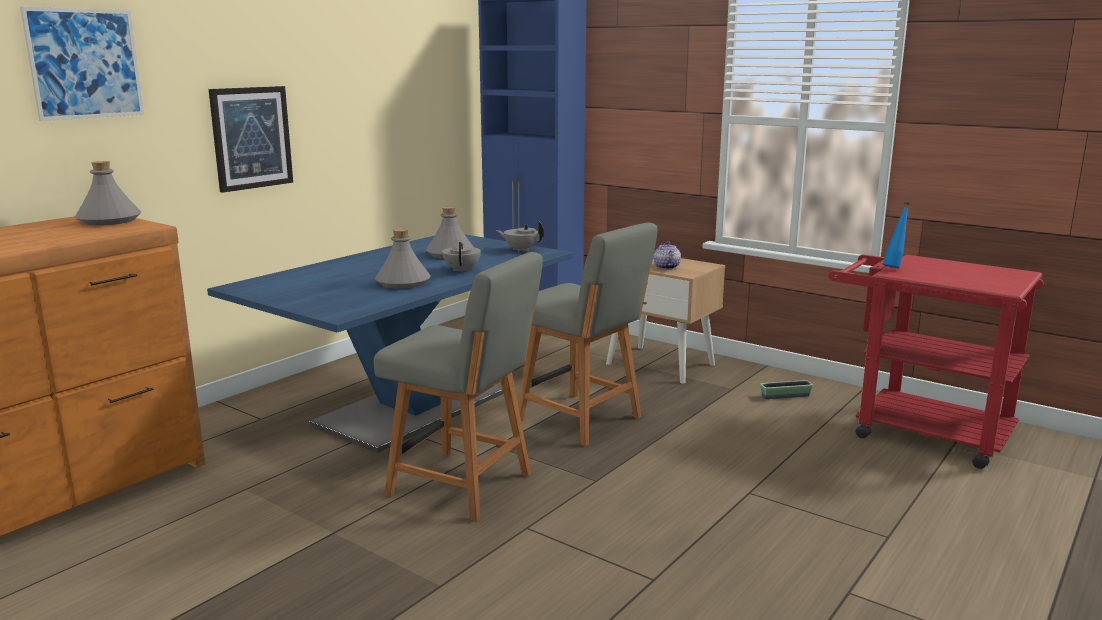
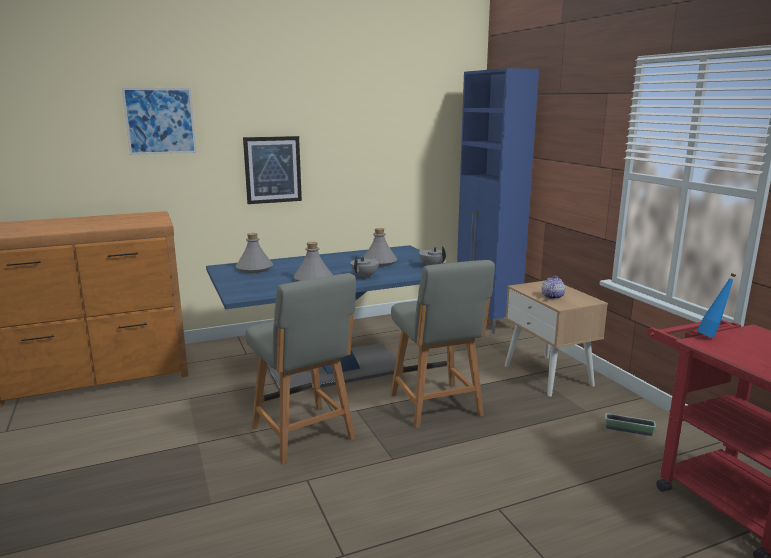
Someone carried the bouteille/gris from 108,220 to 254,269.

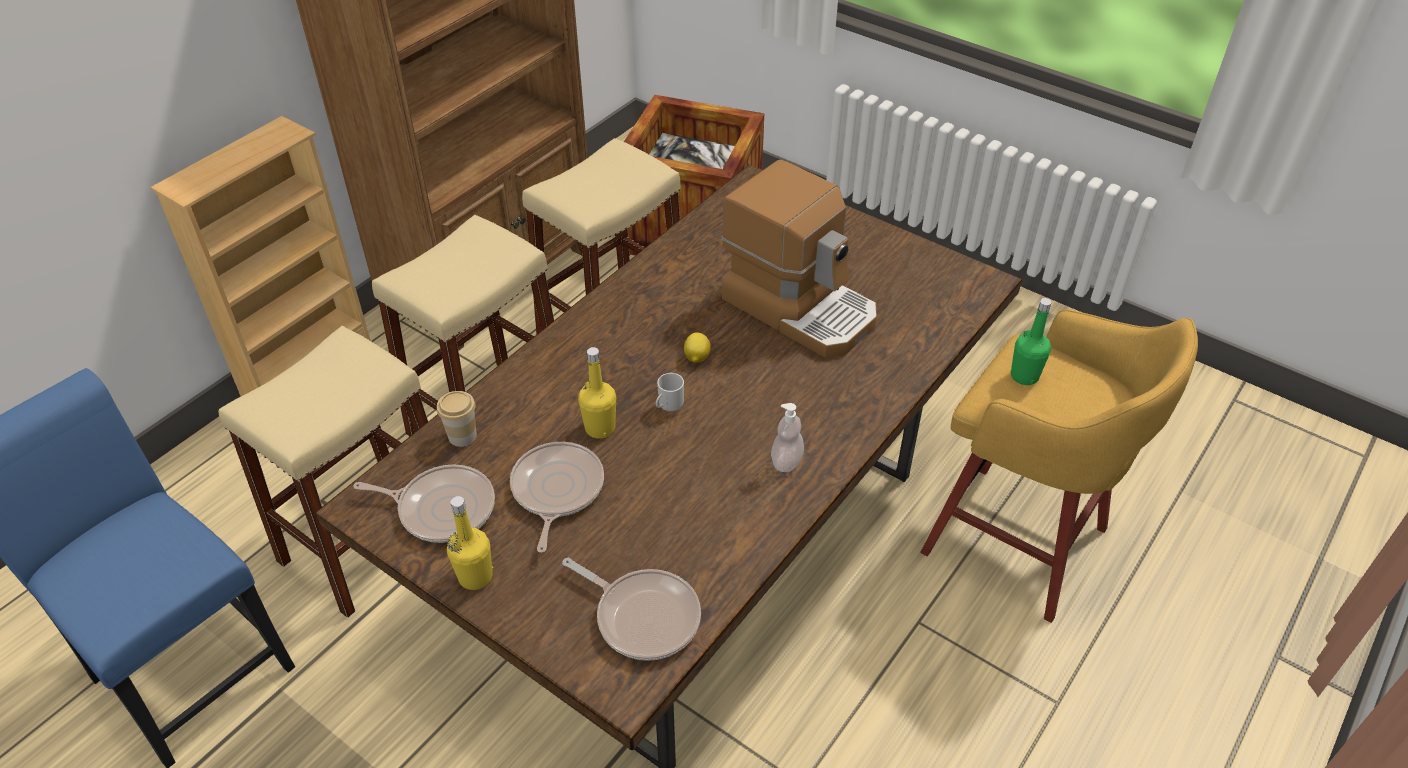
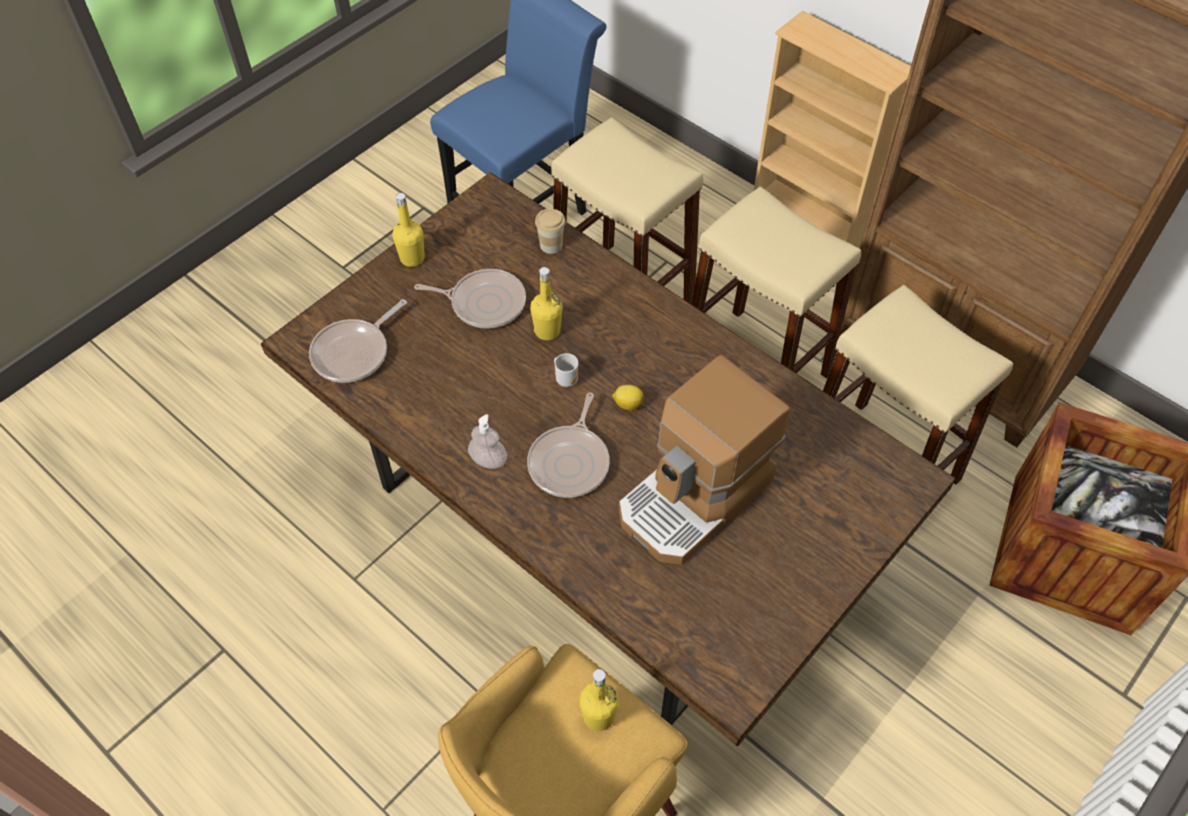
Someone carried the poêle from 442,508 to 570,462.
Someone repainted the bouteille/vert at 1024,376, which became the bouteille/jaune at 598,716.

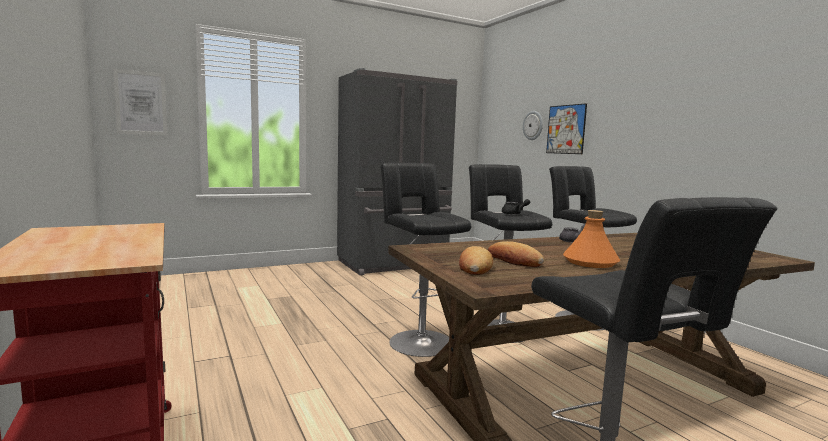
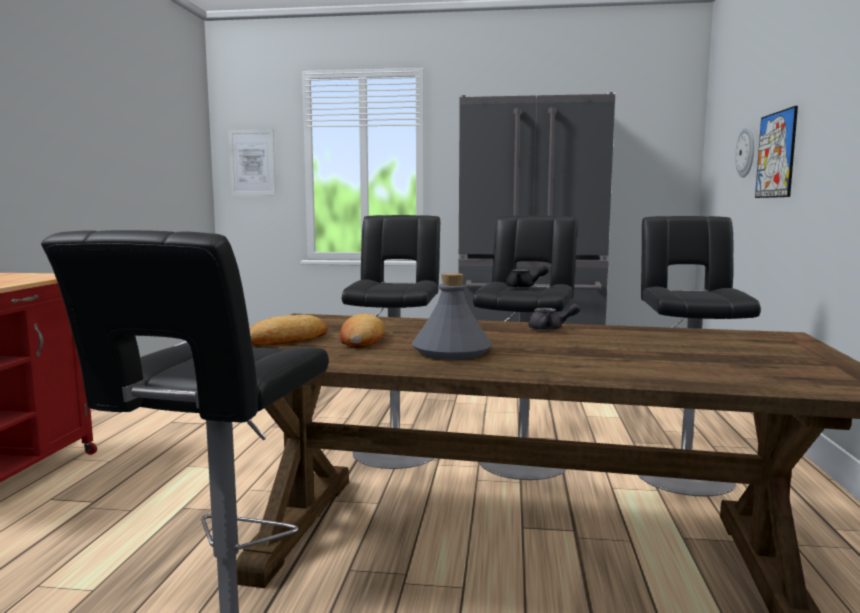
Someone repainted the bouteille/orange at 590,262, which became the bouteille/gris at 451,352.

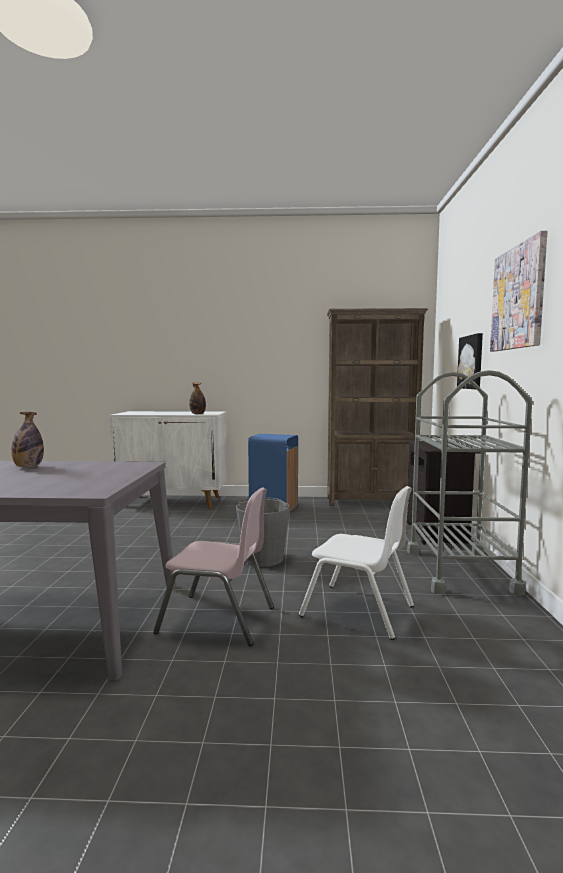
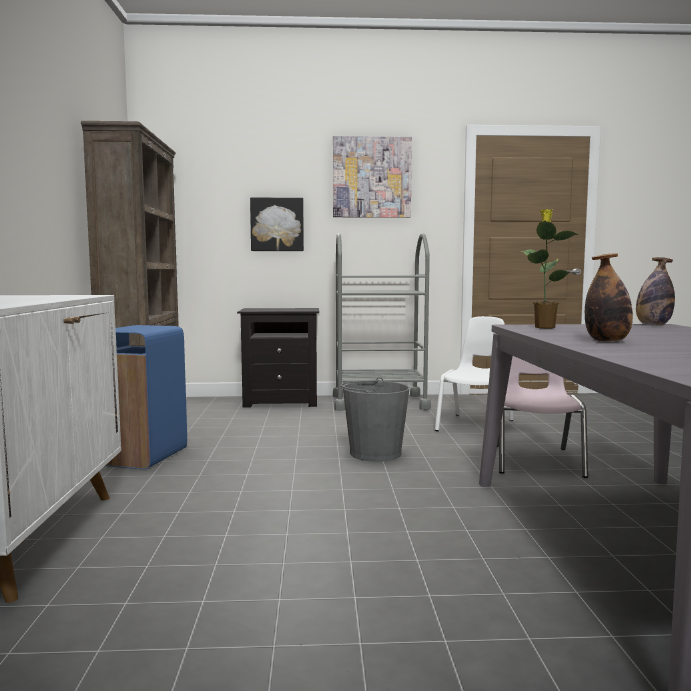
Someone put down the plante en pot at 544,327.
Someone carried the bouteille from 197,414 to 653,325.

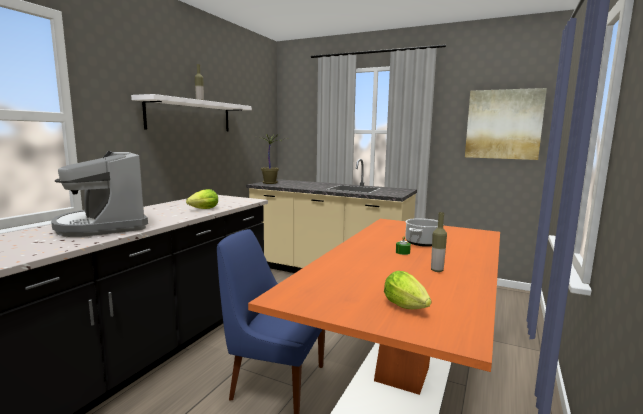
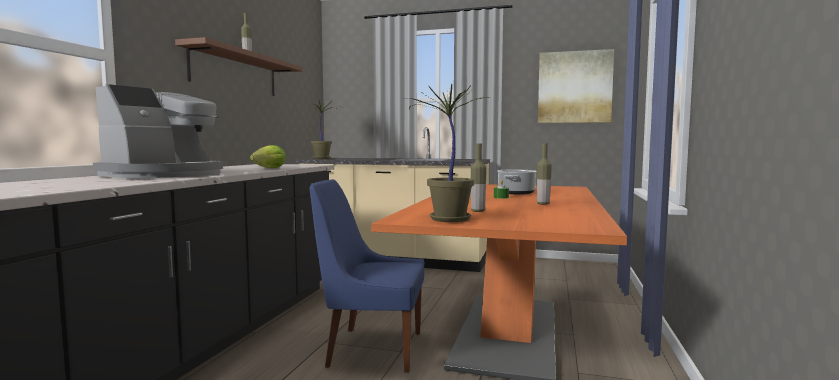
Someone rotated the machine à café at 103,226 by 105 degrees counterclockwise.
Someone repainted the étagère/blanc at 190,116, which became the étagère/marron at 235,72.
Someone put down the plante en pot at 448,219.
Someone put down the bouteille at 478,211.
Someone took away the laitue at 407,308.

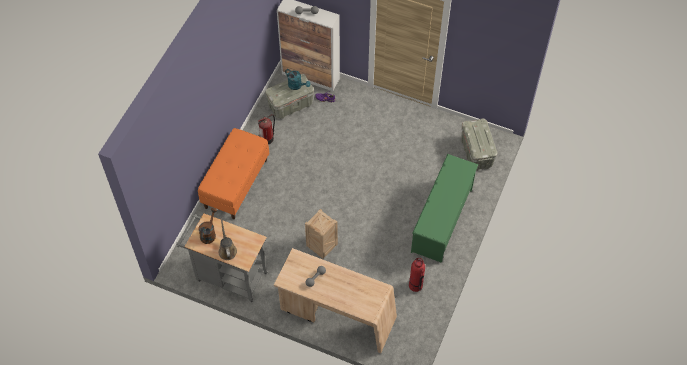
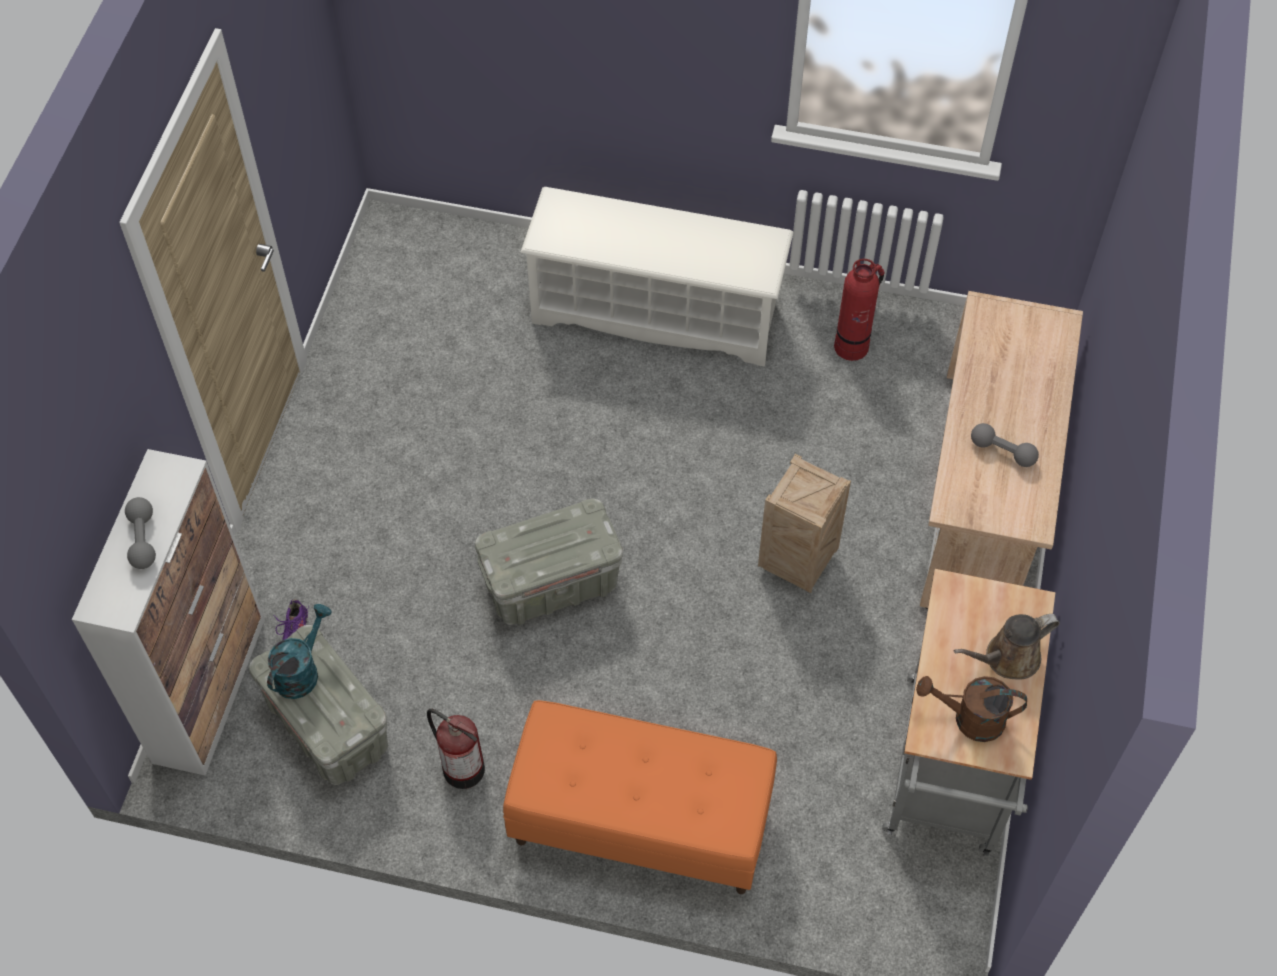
Someone carried the boîte de rangement/gris from 476,153 to 552,583.
Someone repainted the étagère à chaussures/vert at 442,220, which became the étagère à chaussures/blanc at 657,313.

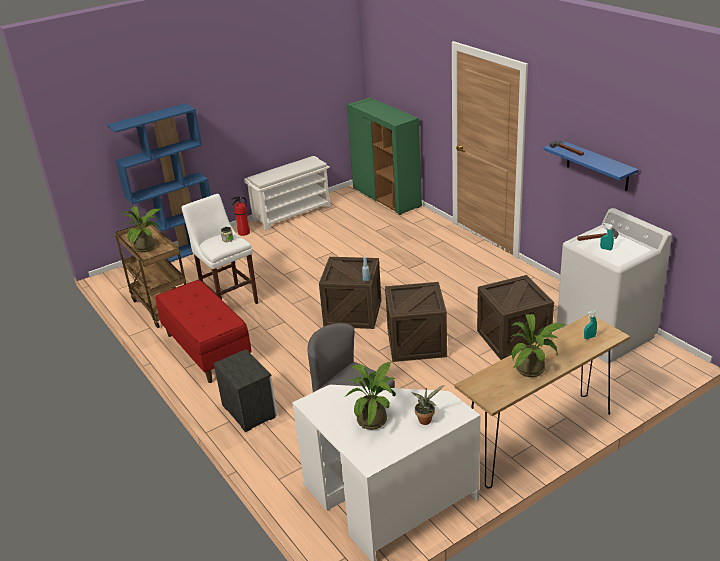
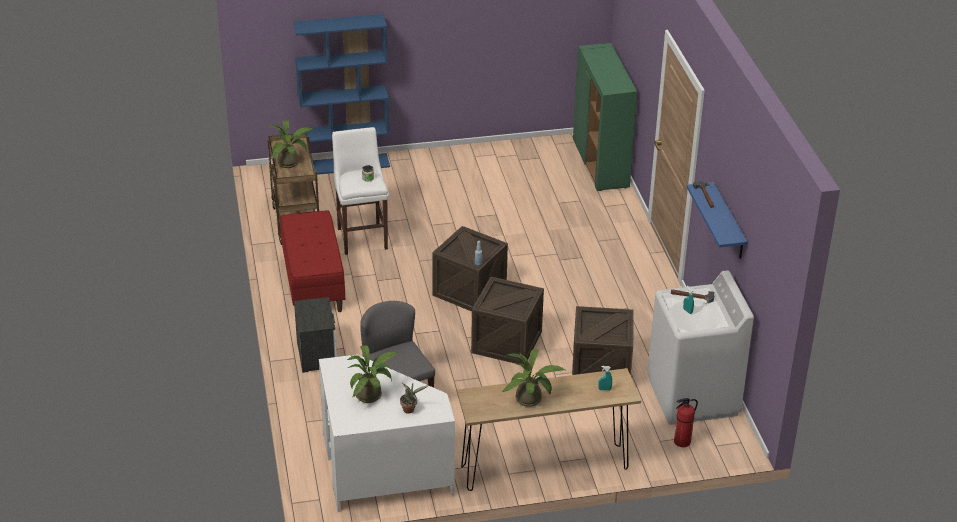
Someone carried the extincteur from 244,233 to 682,442.
Someone took away the étagère à chaussures/blanc at 292,213.

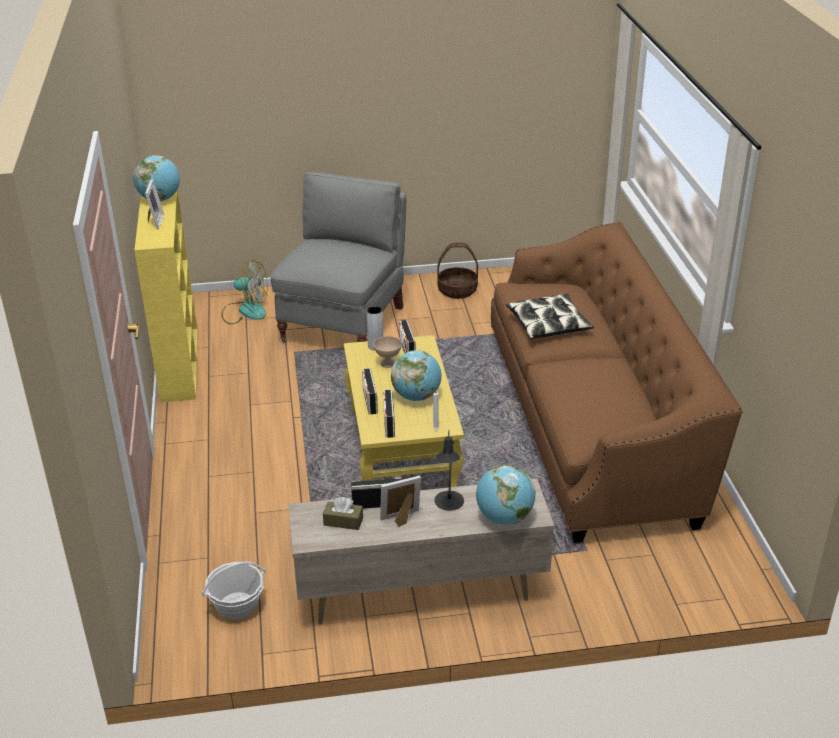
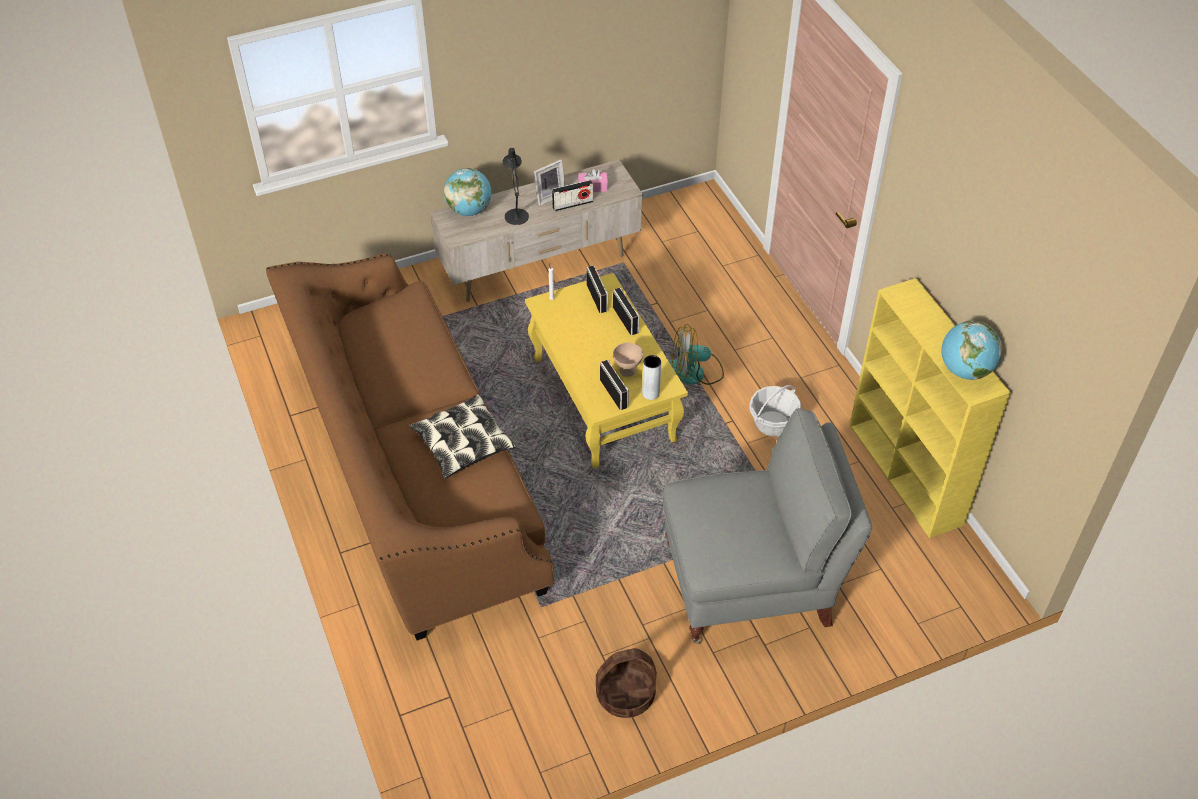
Someone repainted the boîte à mouchoirs/marron at 343,521, which became the boîte à mouchoirs/rose at 593,187.
Someone rotated the fauteuil/gris at 344,324 by 105 degrees counterclockwise.
Someone carried the ventilateur from 245,311 to 695,372.
Someone carried the panier from 237,606 to 772,423.
Someone took away the cadre photo at 154,222.
Someone took away the globe at 416,396.

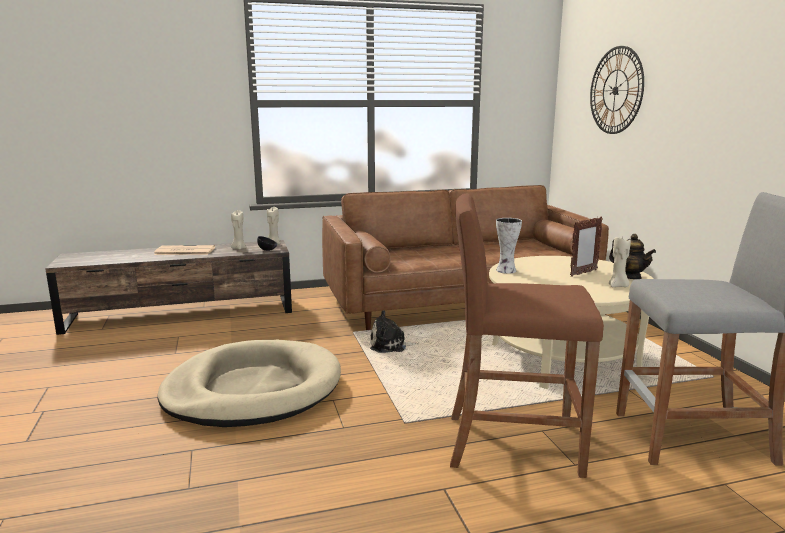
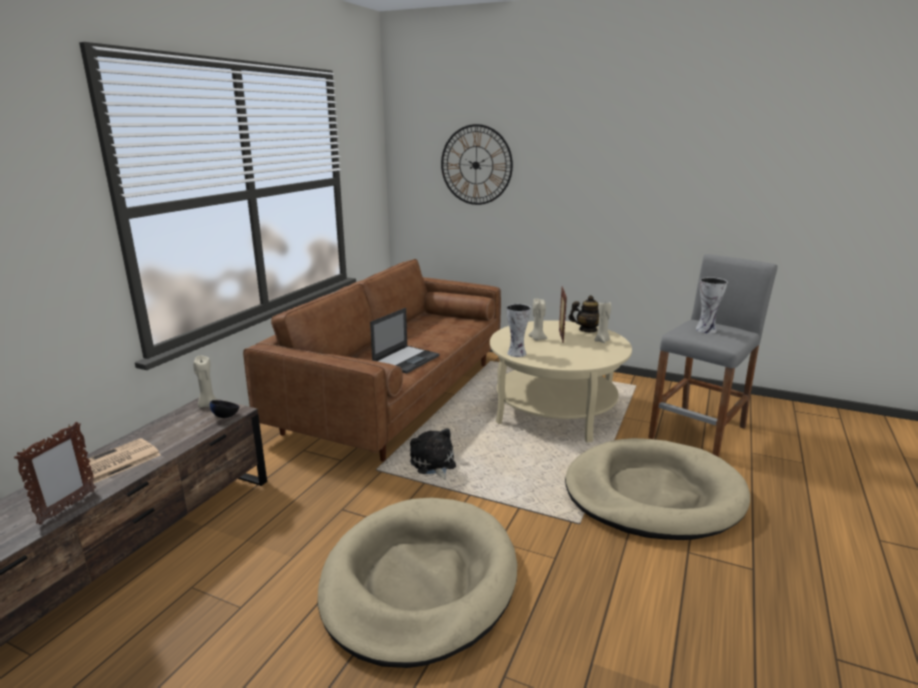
Someone put down the cadre photo at 67,507.
Someone put down the ordinateur portable at 406,359.
Someone rotated the peluche at 390,345 by 120 degrees clockwise.
Someone carried the bougie/beige from 239,248 to 537,339.
Someone swapped the tabouret/marron at 512,444 for the panier pour chien/beige at 652,494.
Someone put down the vase at 706,330.

